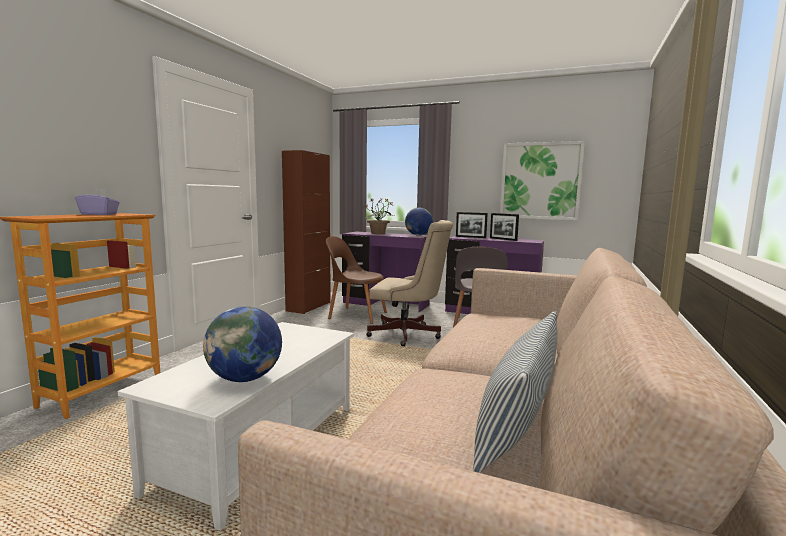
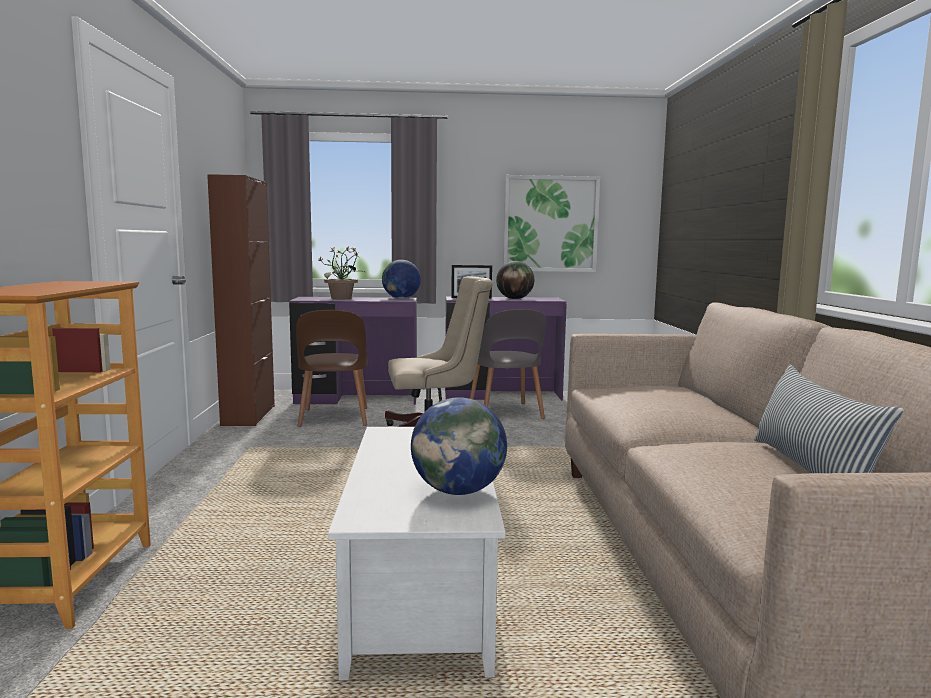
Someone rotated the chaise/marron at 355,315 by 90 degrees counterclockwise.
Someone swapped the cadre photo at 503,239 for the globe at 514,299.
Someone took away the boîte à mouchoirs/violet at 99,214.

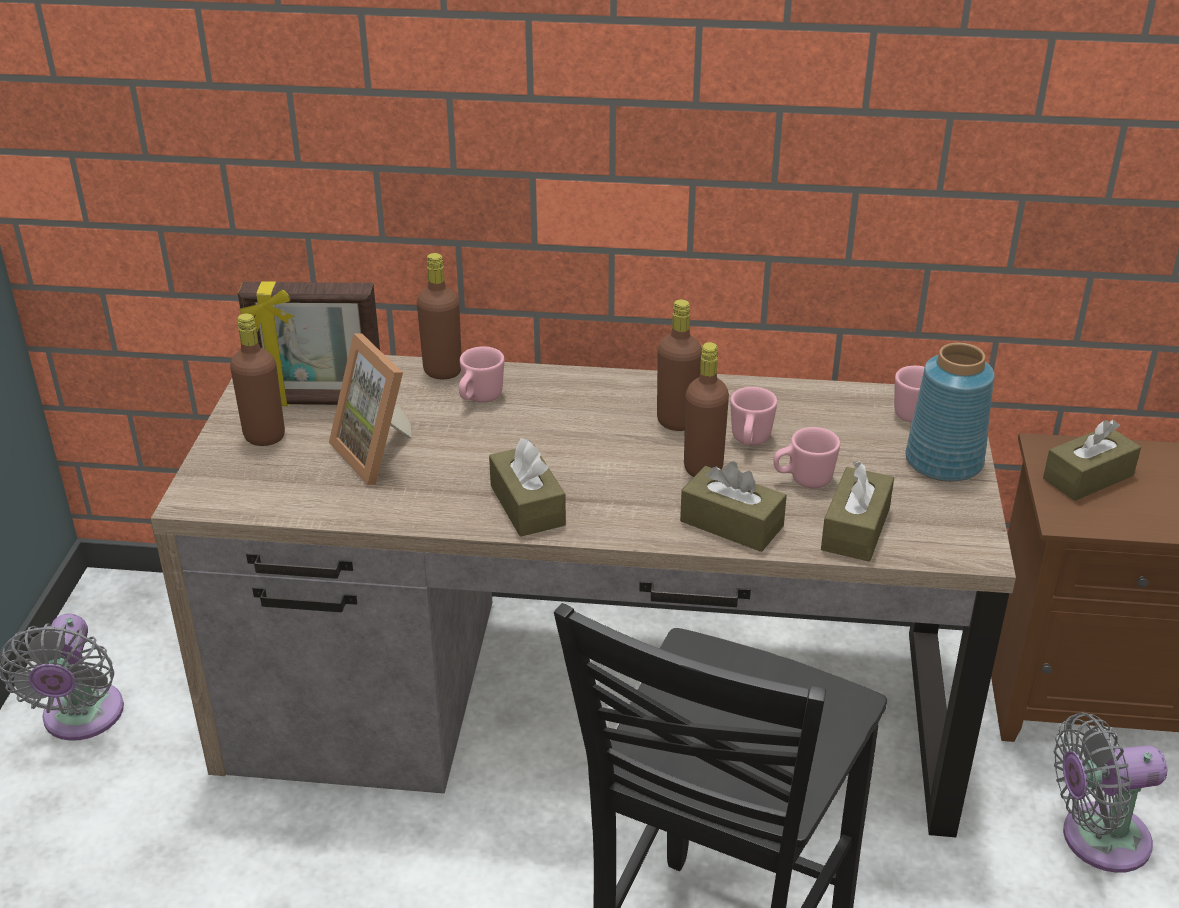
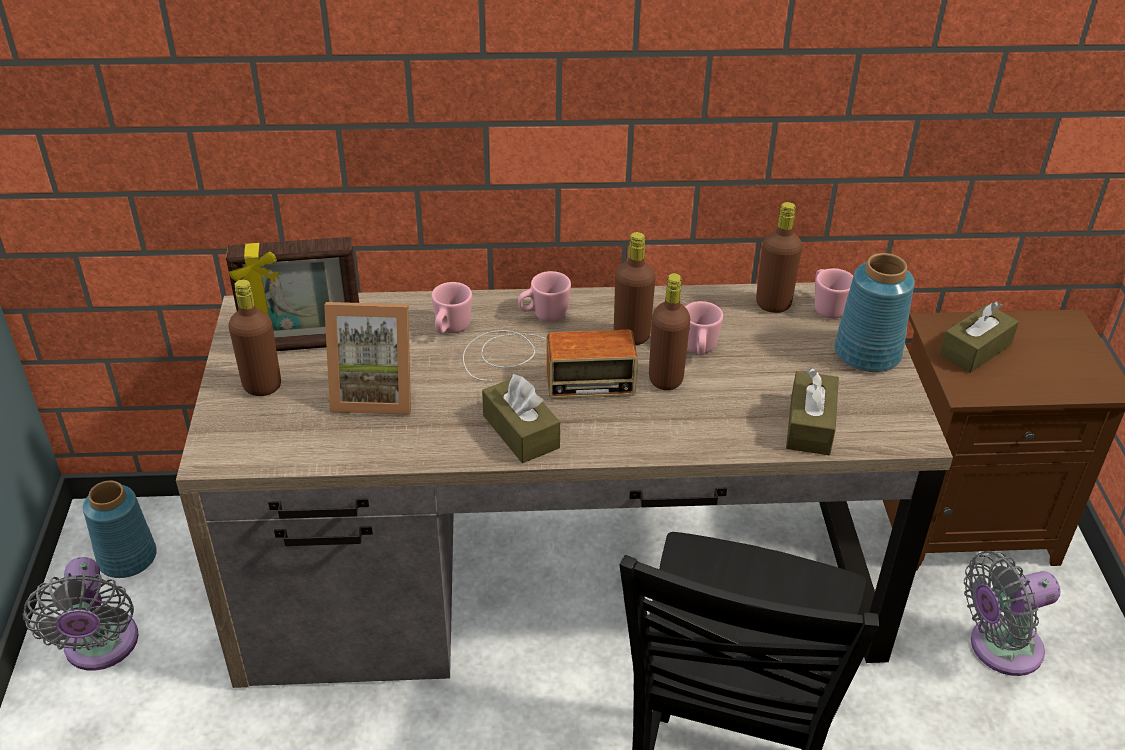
Someone put down the vase/bleu at 128,557.
Someone rotated the cadre photo at 380,453 by 45 degrees counterclockwise.
Someone put down the radio at 543,366.
Someone carried the mug/rose from 803,480 to 544,315.
Someone carried the bouteille/marron from 442,371 to 773,304.
Someone took away the boîte à mouchoirs/marron at 731,524.

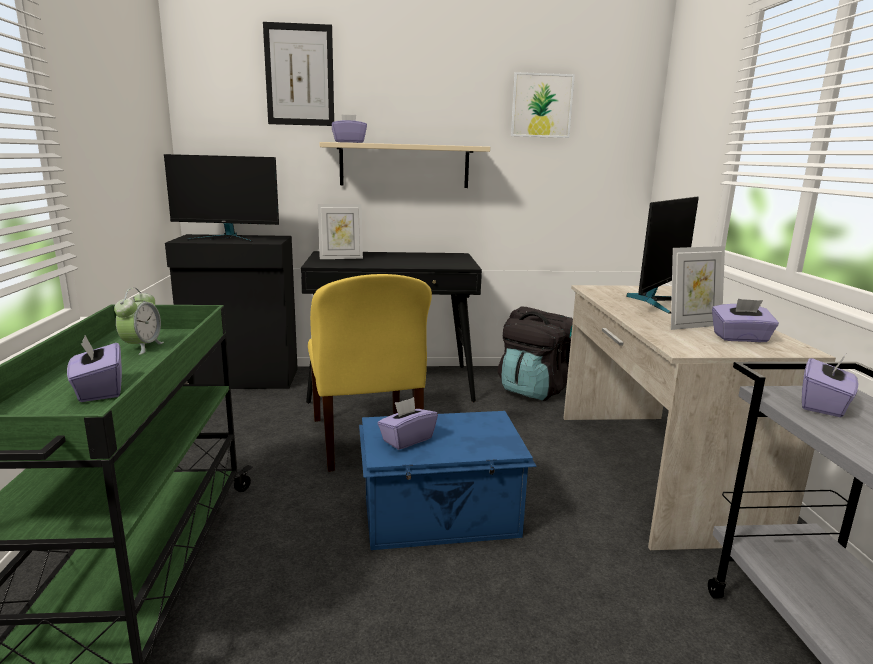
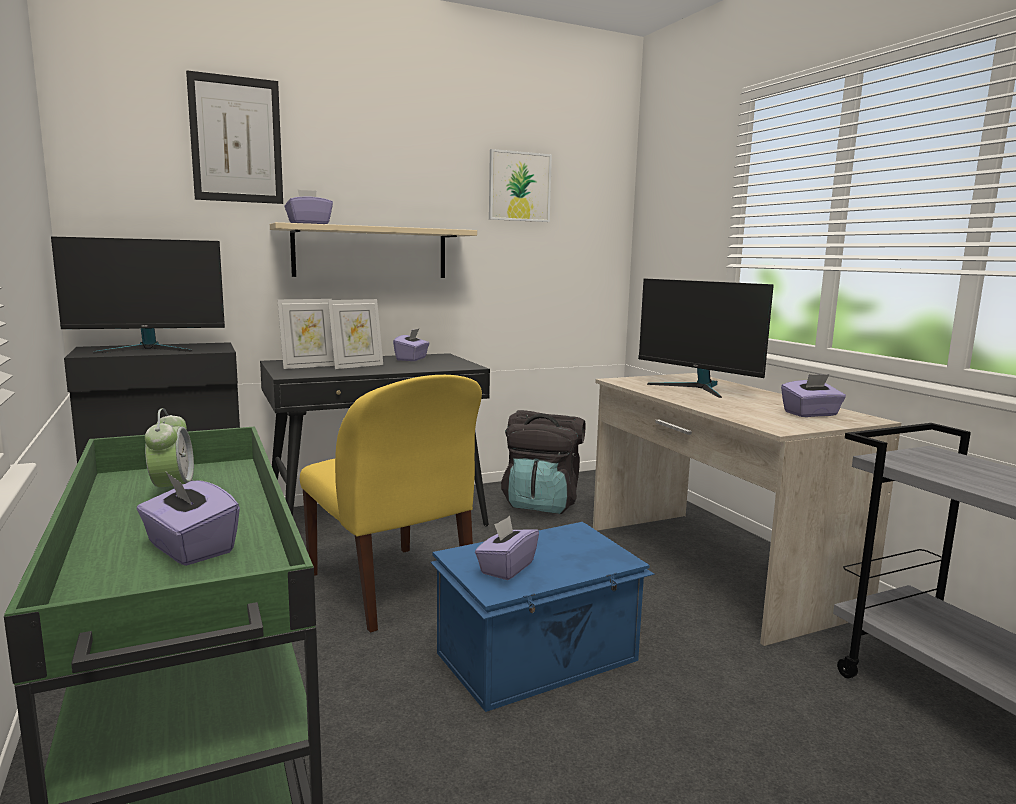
Someone carried the cadre photo from 692,325 to 357,366.
Someone carried the boîte à mouchoirs/violet from 824,405 to 412,359.
Someone rotated the écran d'ordinateur at 658,301 by 120 degrees clockwise.

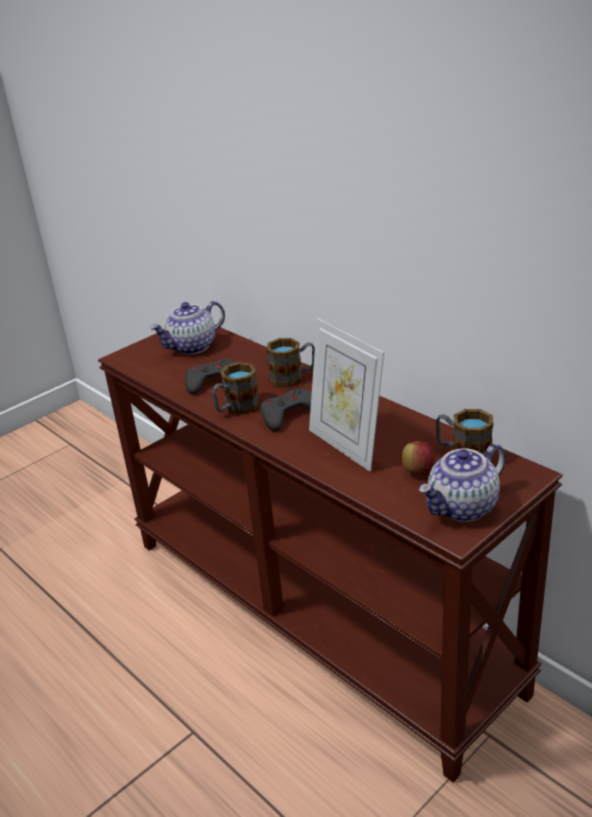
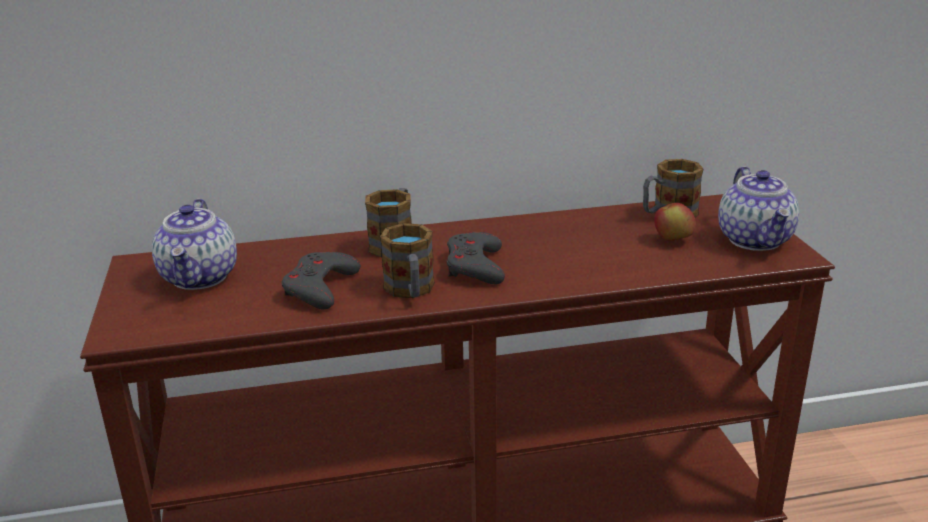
Someone took away the cadre photo at 346,446.

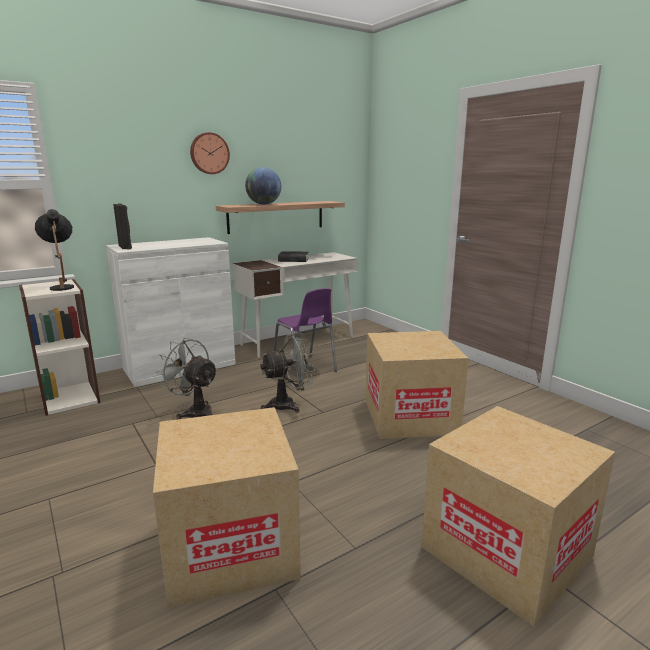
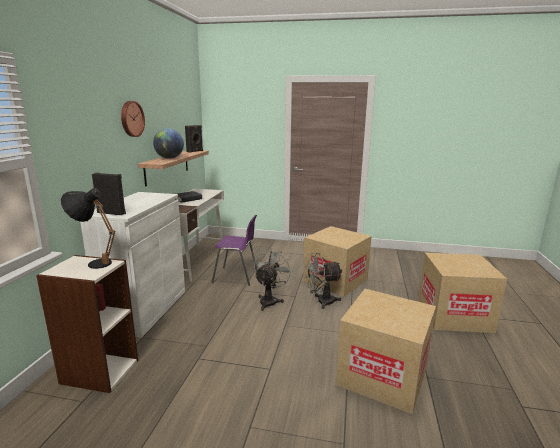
Someone put down the enceinte/noir at 195,151.
Someone carried the ventilateur/gris from 194,412 to 321,302.

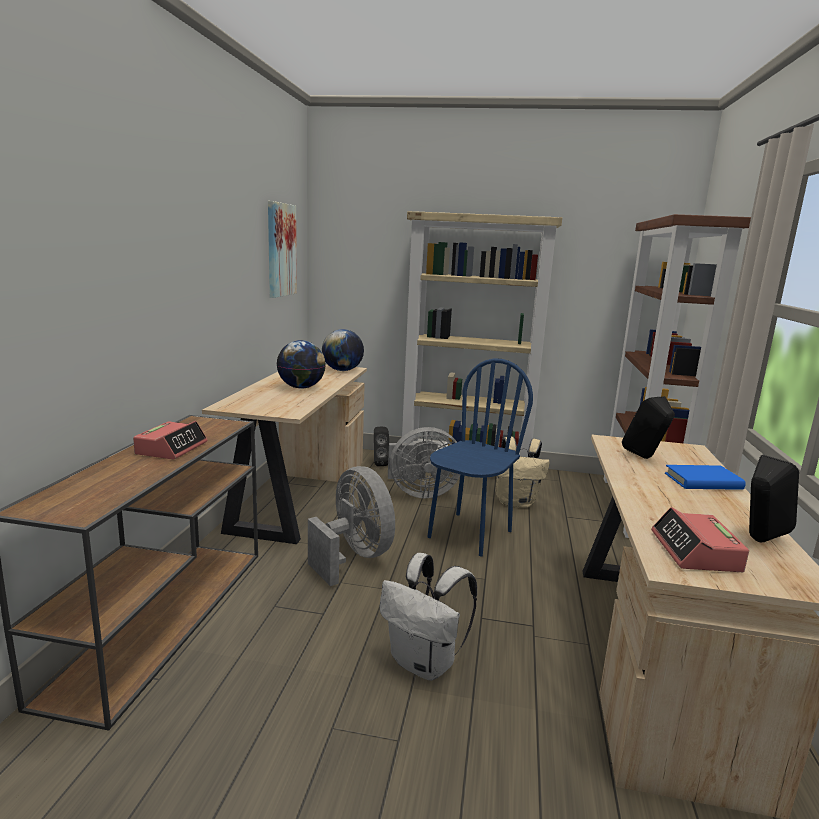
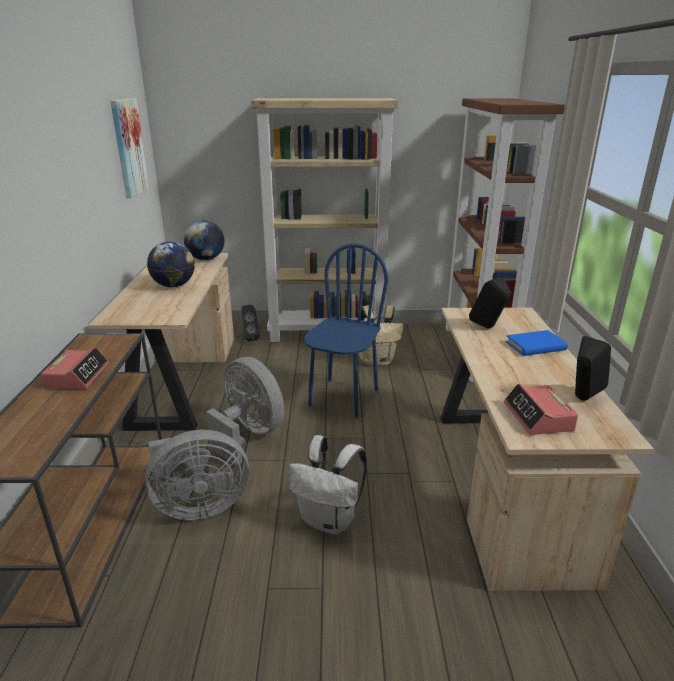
Someone carried the ventilateur/gris from 420,493 to 198,506.

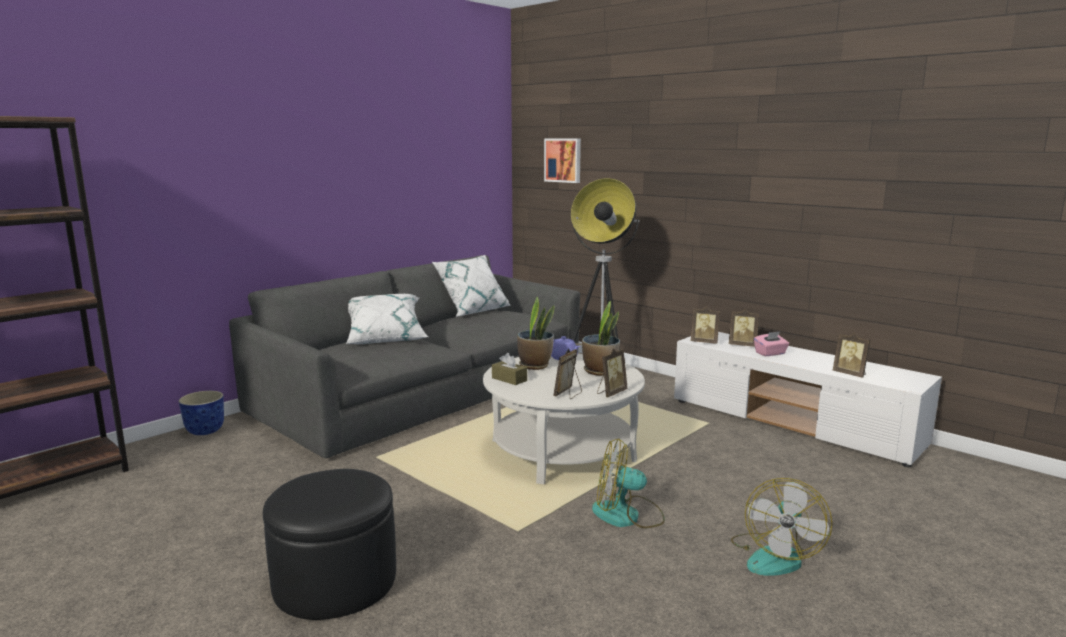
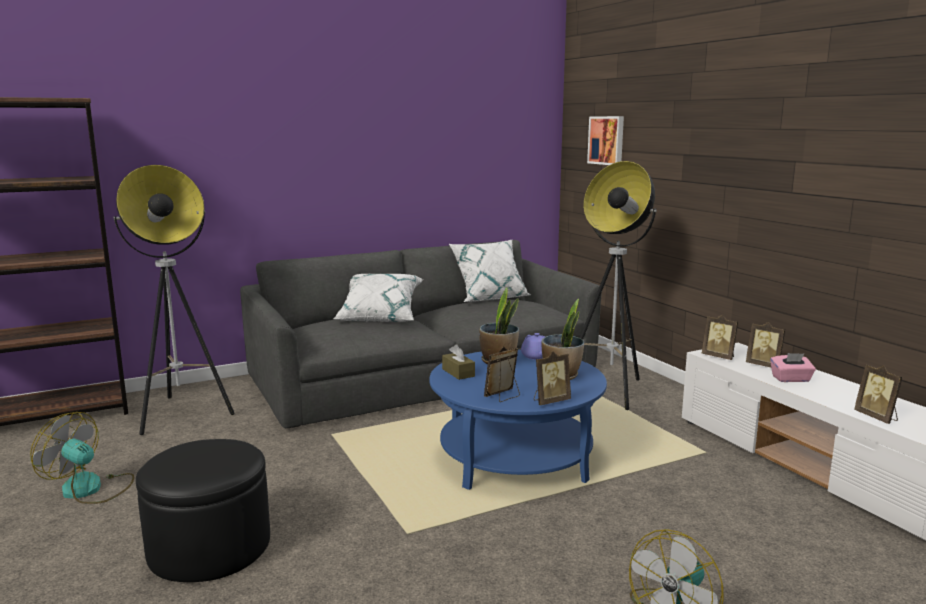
Someone carried the ventilateur from 627,515 to 90,489.
Someone put down the lampadaire at 181,414.
Someone repainted the table basse/blanc at 562,450, which became the table basse/bleu at 515,457.
Someone took away the cache-pot at 205,431.

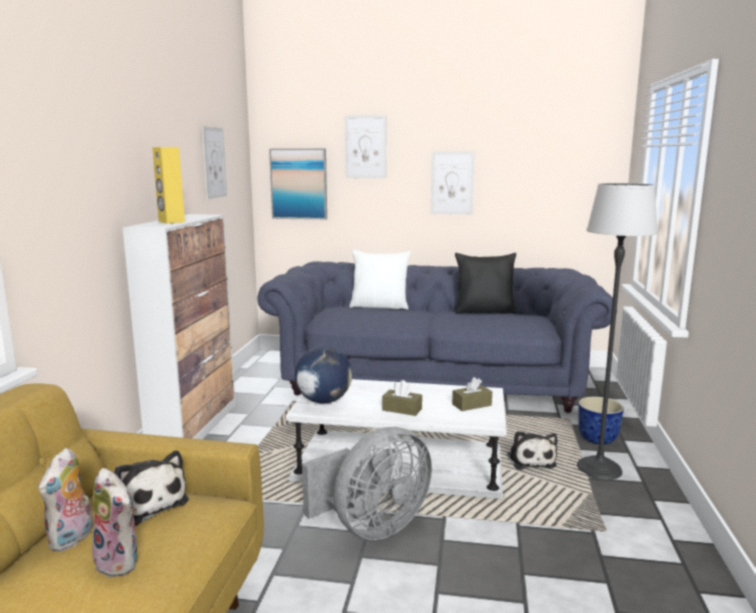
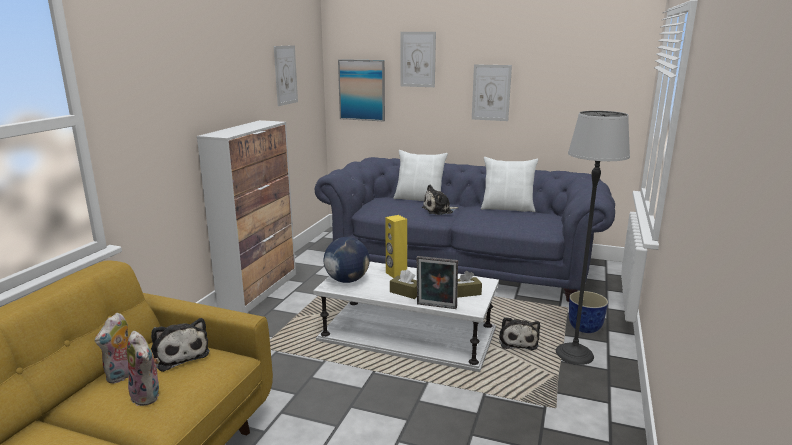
Someone carried the enceinte/jaune from 171,222 to 396,274.
Someone put down the cadre photo at 436,307.
Someone put down the peluche at 439,210.
Someone repainted the coussin/noir at 485,311, which became the coussin/blanc at 507,208.
Someone took away the ventilateur/gris at 372,527.

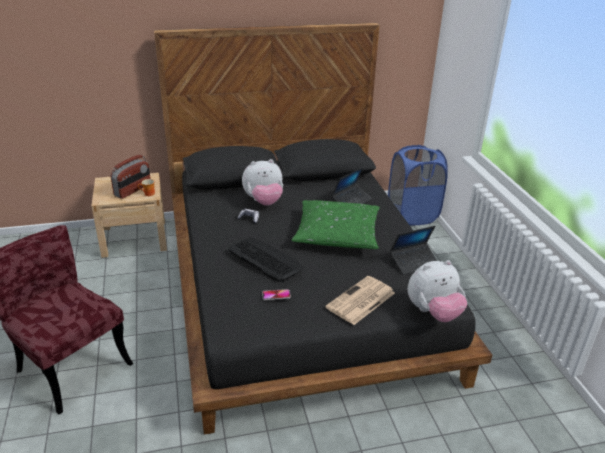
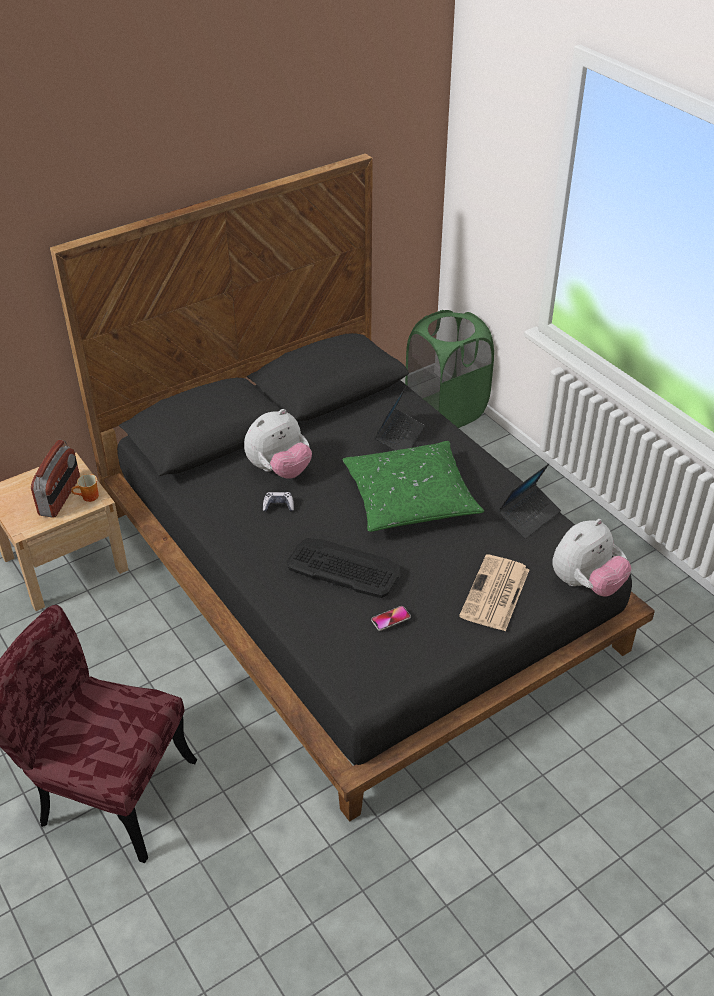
Someone repainted the panier à linge/bleu at 412,215, which became the panier à linge/vert at 446,411.

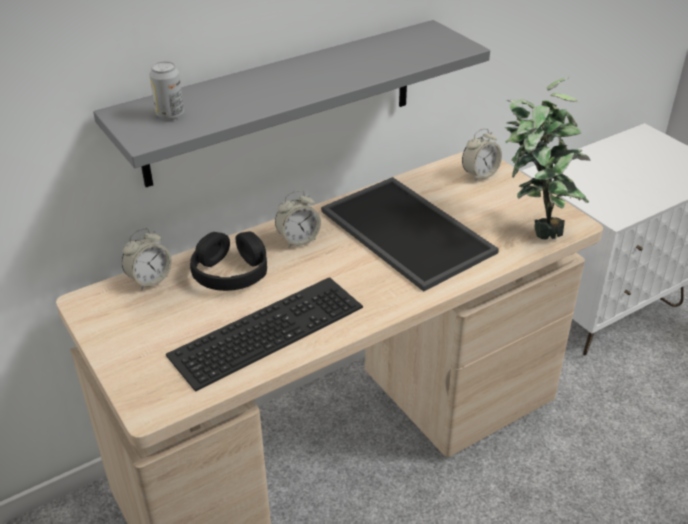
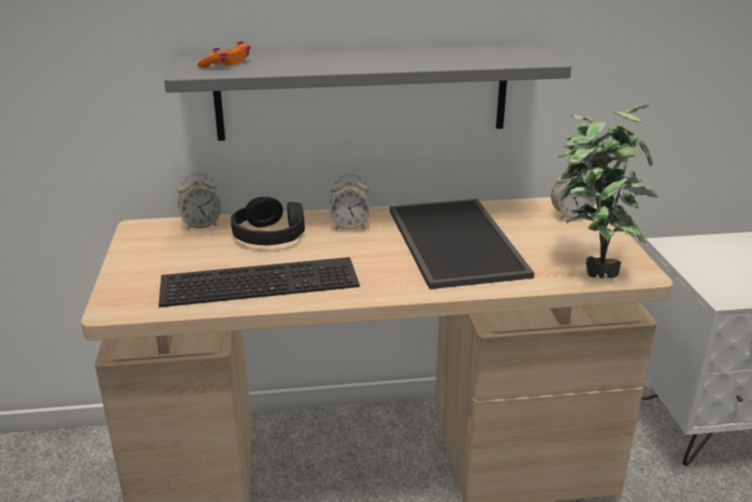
Someone swapped the boîte métallique at 170,114 for the manette/orange at 227,63.

